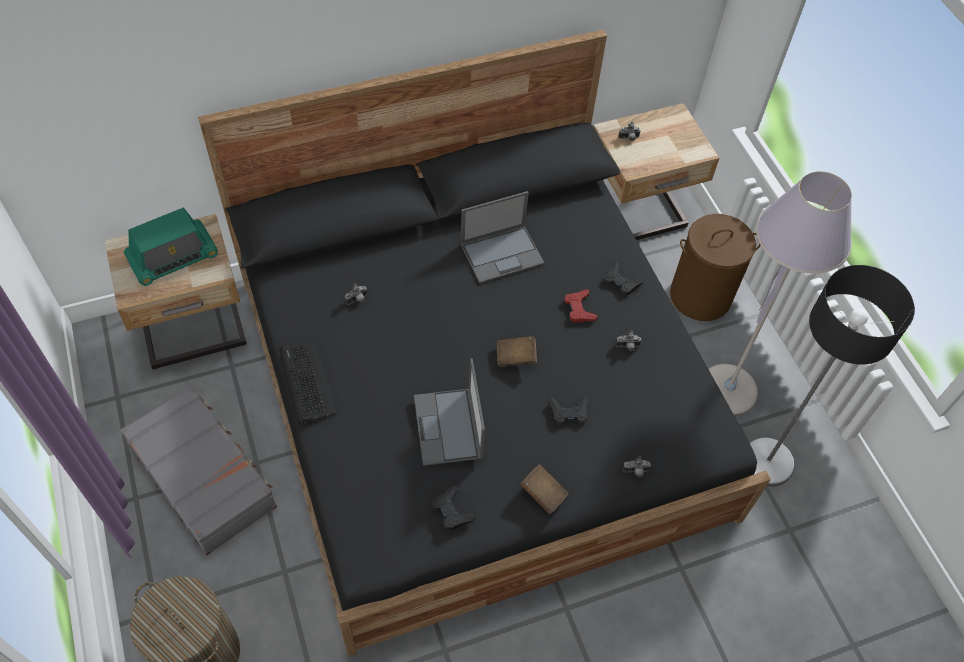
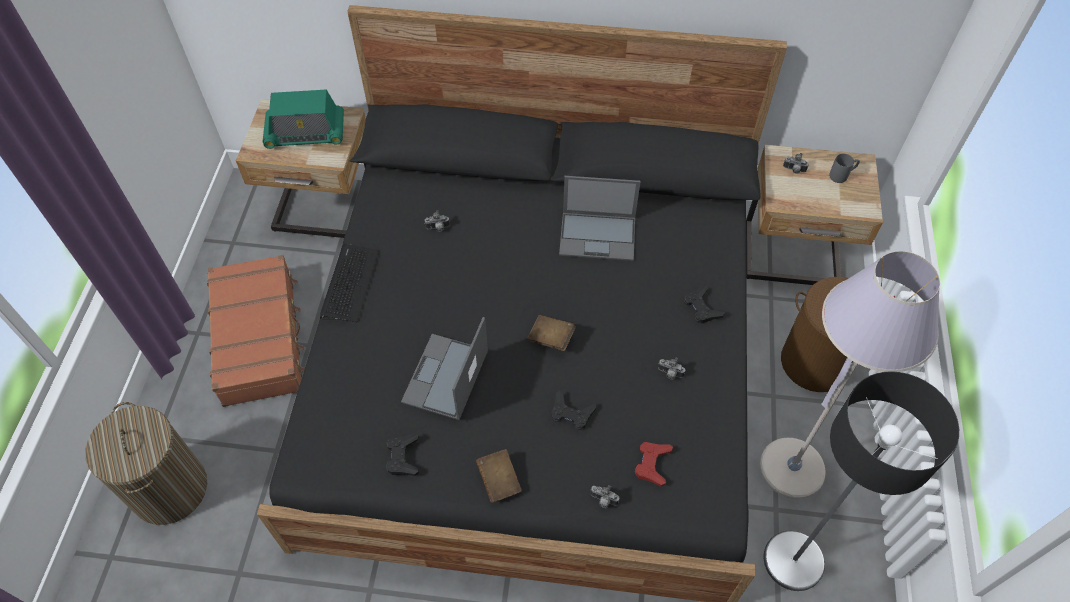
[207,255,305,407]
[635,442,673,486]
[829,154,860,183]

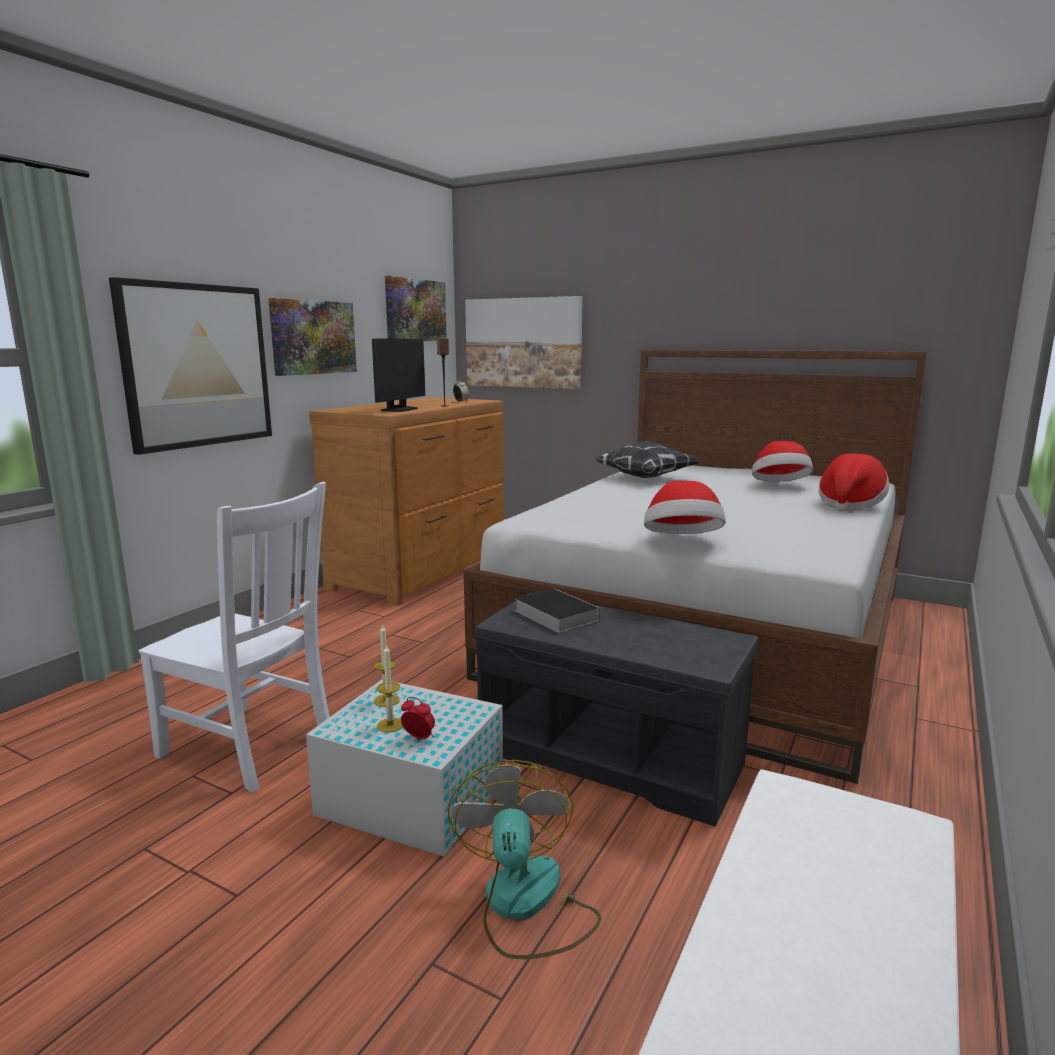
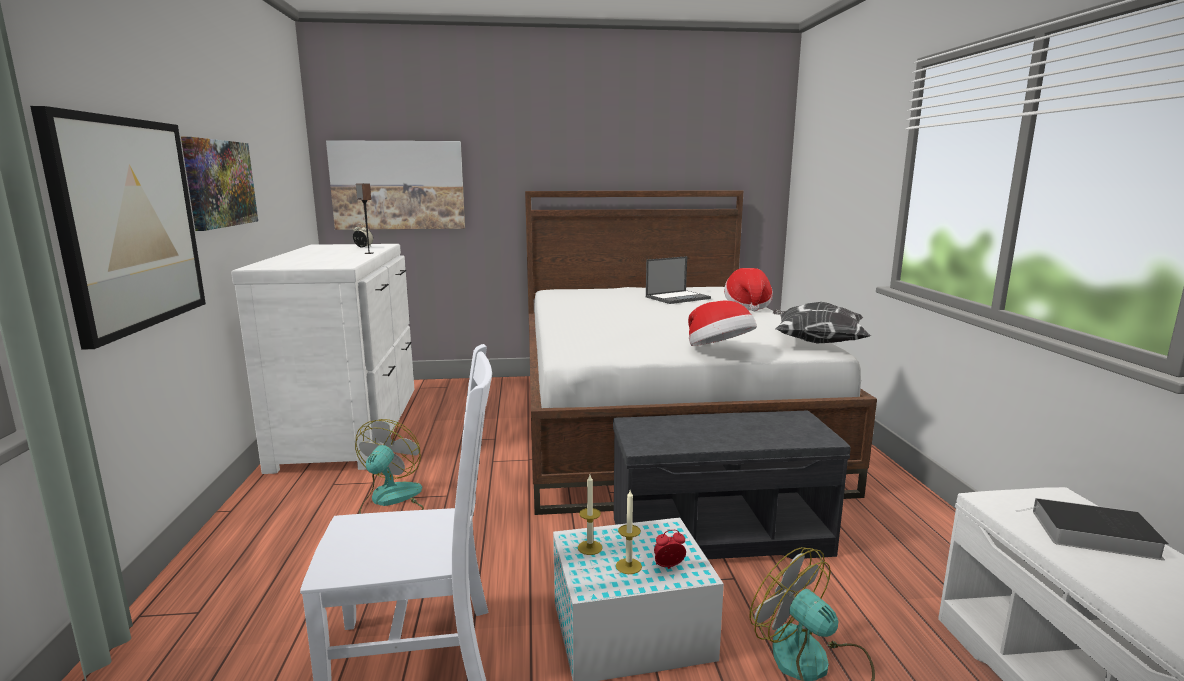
[231,244,414,474]
[355,419,424,514]
[646,256,711,304]
[773,302,871,343]
[1016,498,1169,560]
[372,338,425,412] (first image)
[385,276,447,341] (first image)

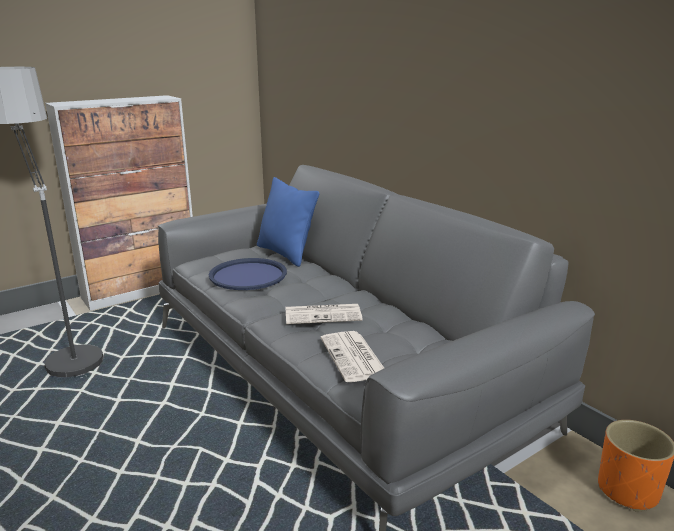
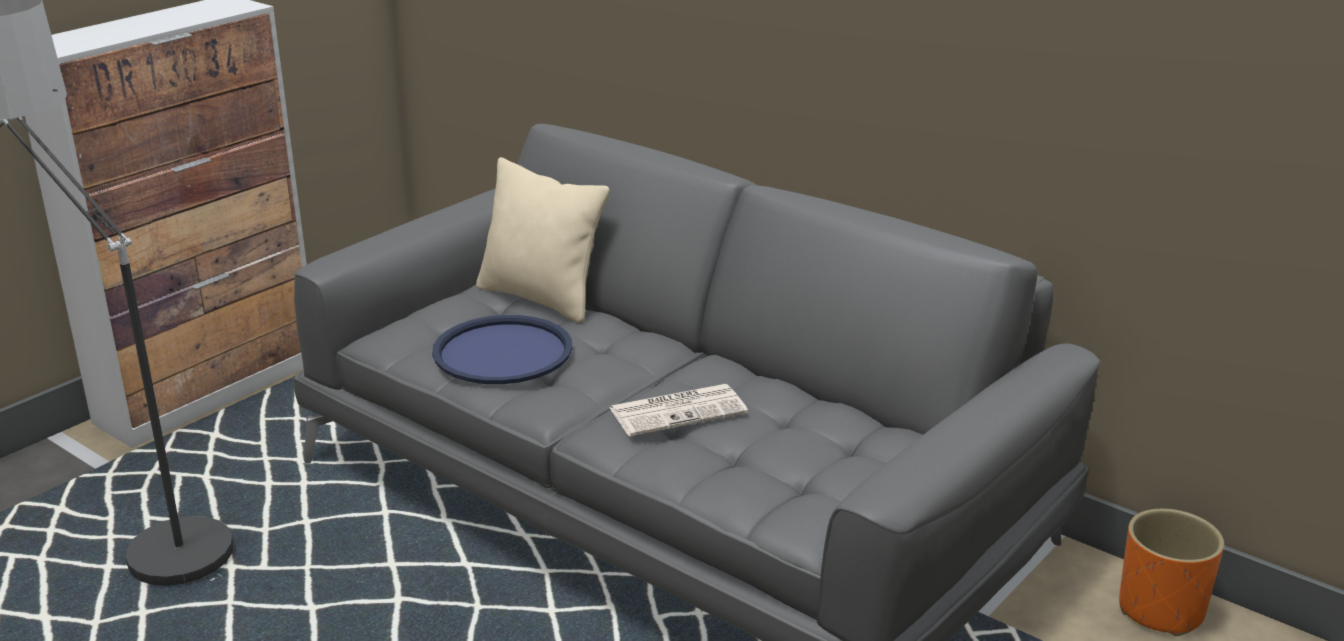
[476,157,609,323]
[321,331,384,382] (first image)

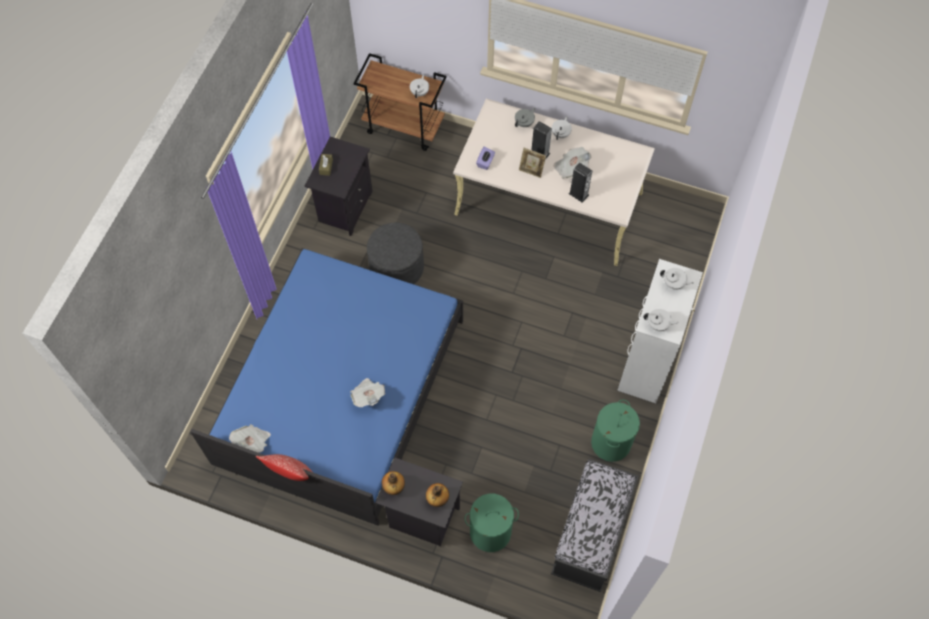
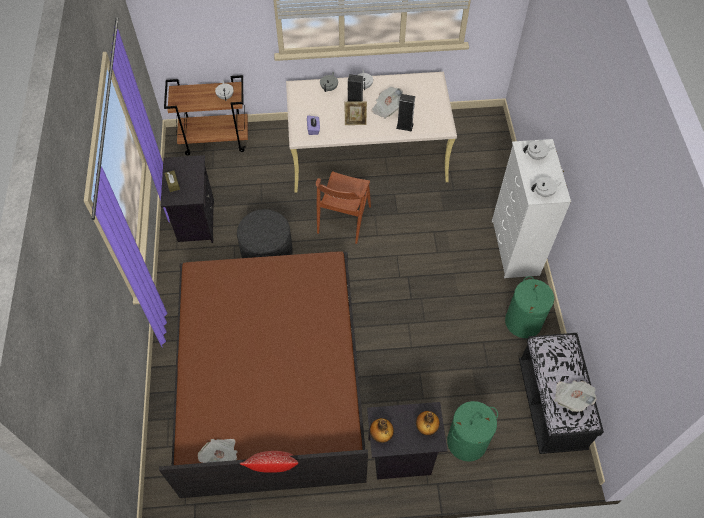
[159,251,368,498]
[316,171,371,244]
[554,381,596,412]

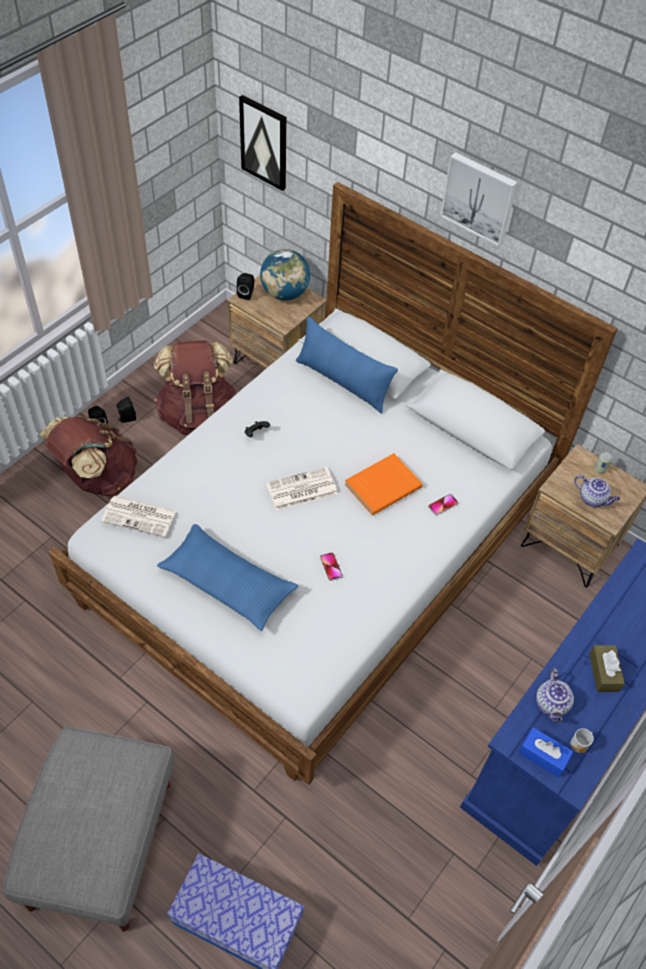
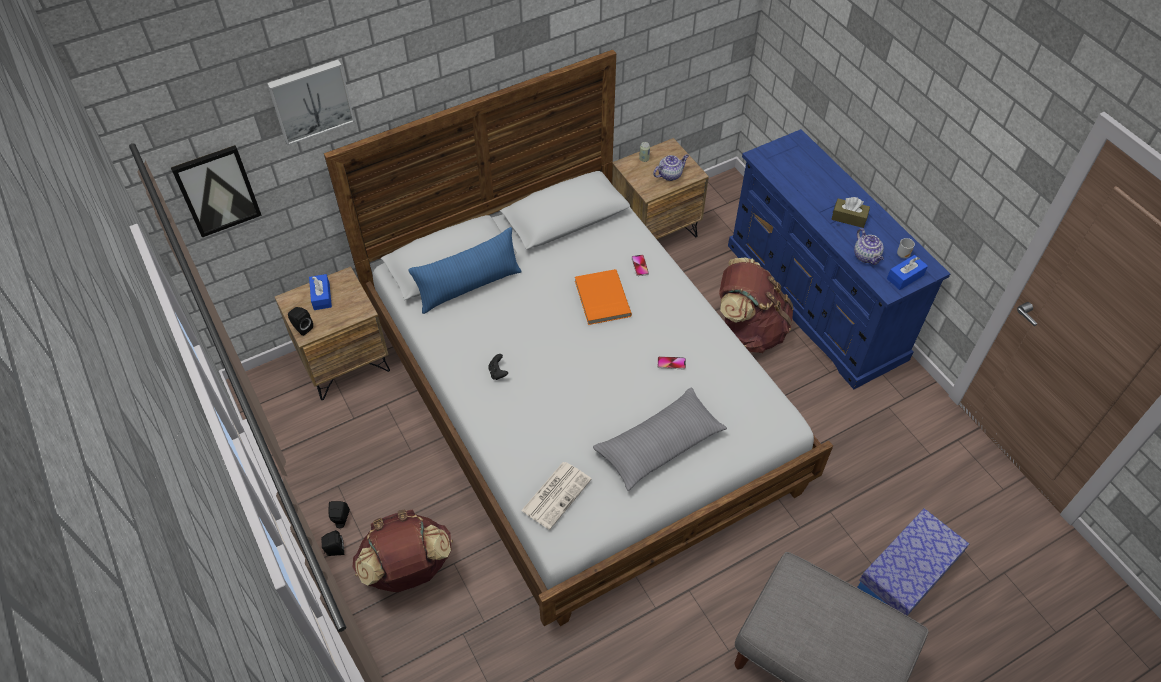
[267,60,355,145]
[309,274,332,310]
[593,387,727,491]
[719,258,794,353]
[854,228,884,265]
[266,467,338,511] (first image)

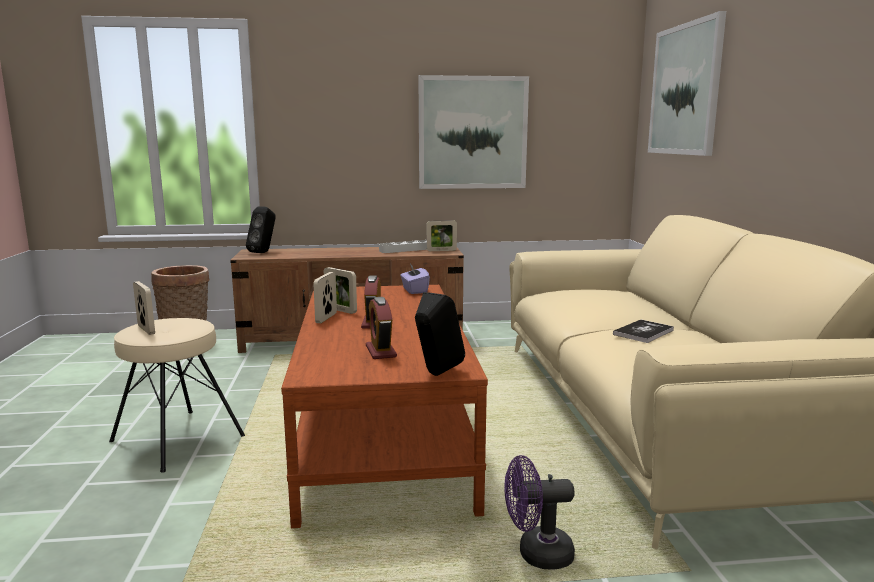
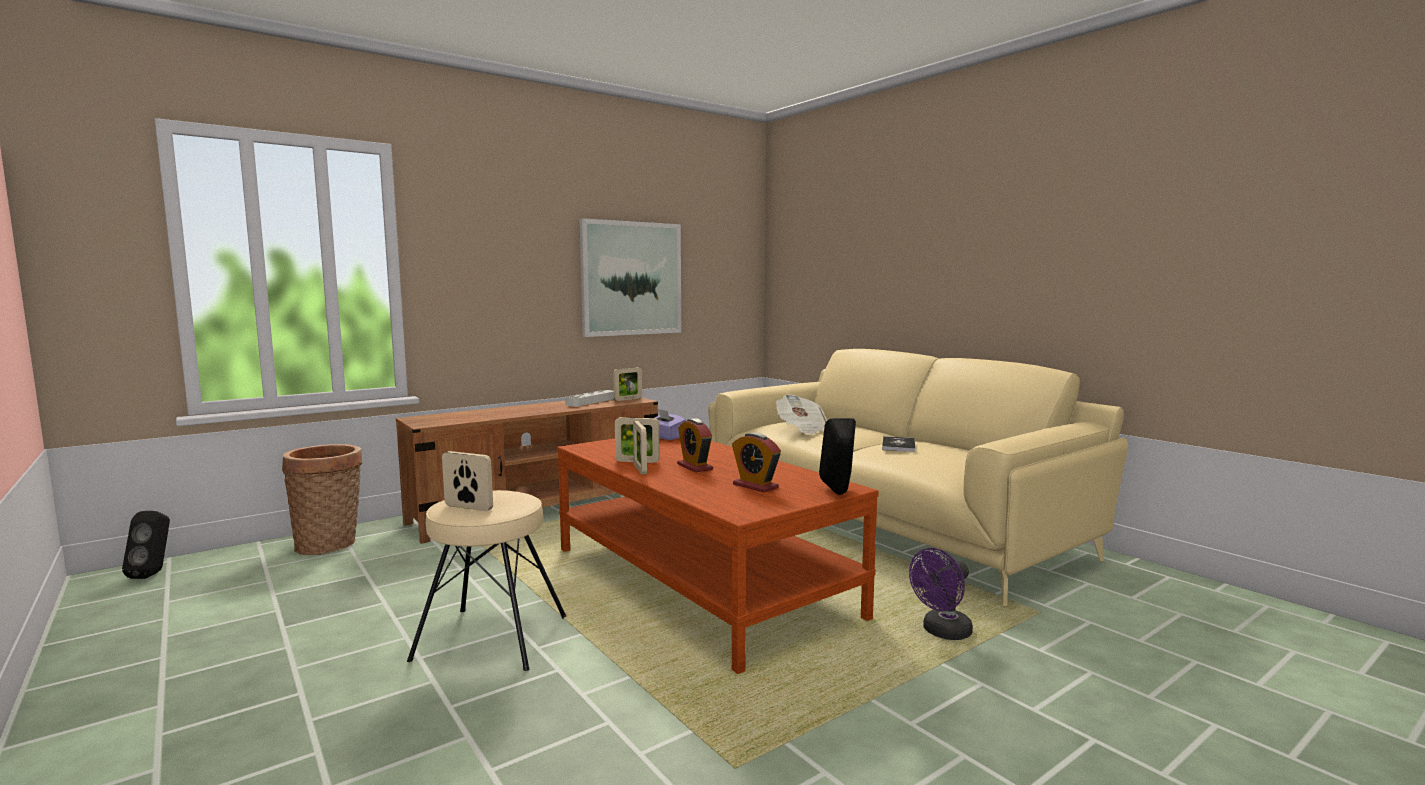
[122,511,170,579]
[776,394,827,435]
[648,11,726,156] (first image)

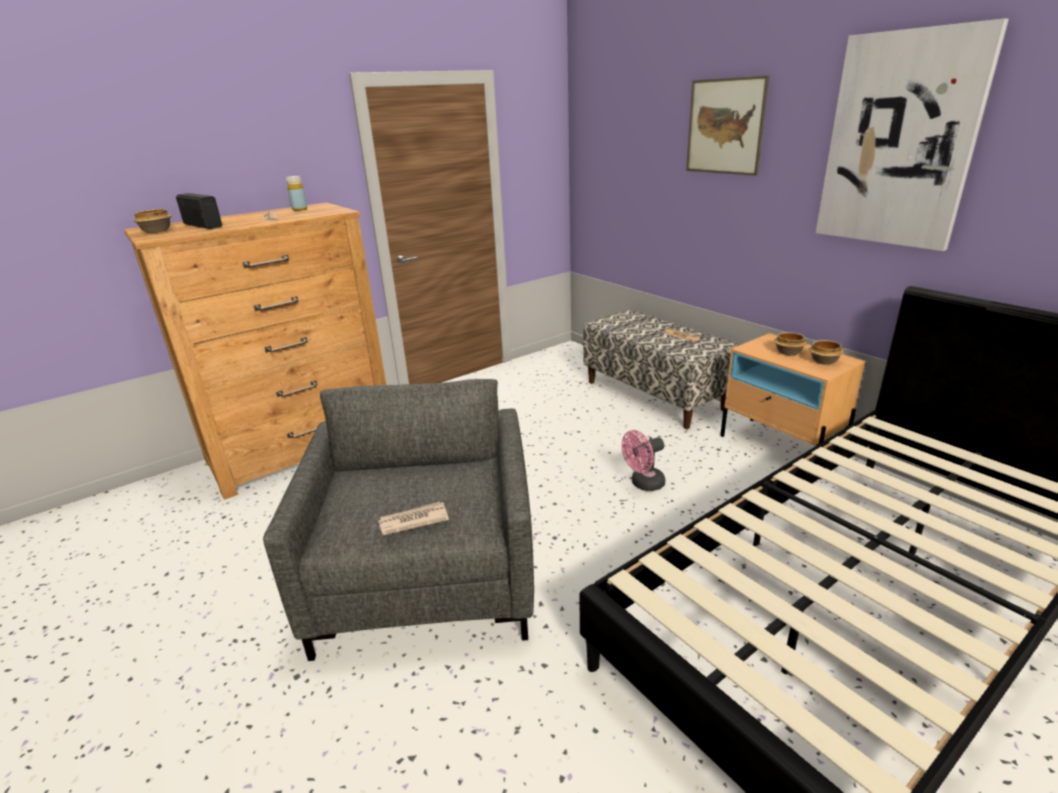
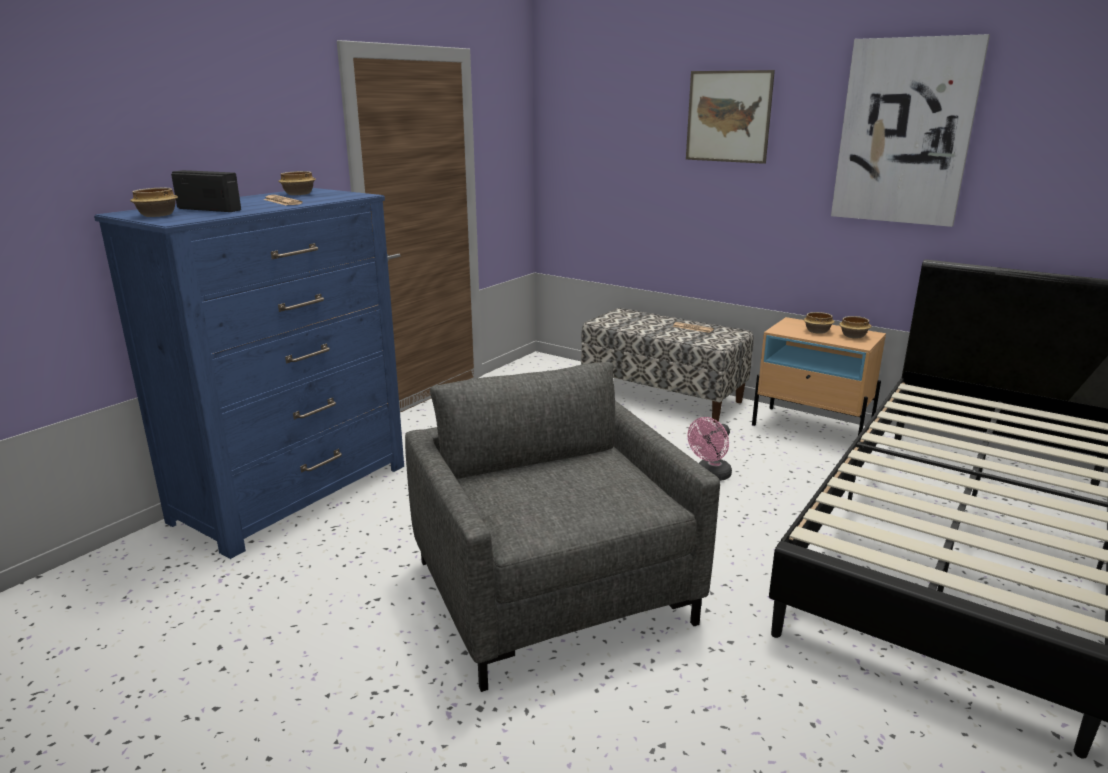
[94,188,404,559]
[278,171,316,195]
[378,502,449,536] (first image)

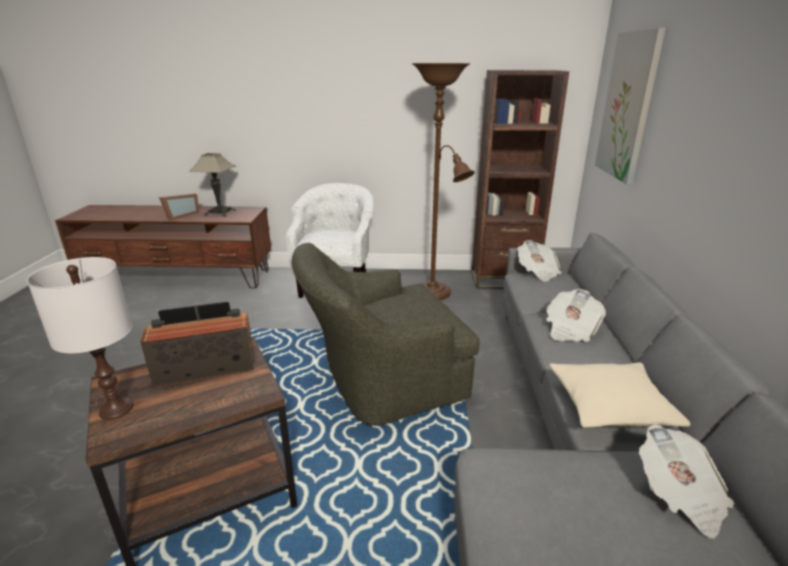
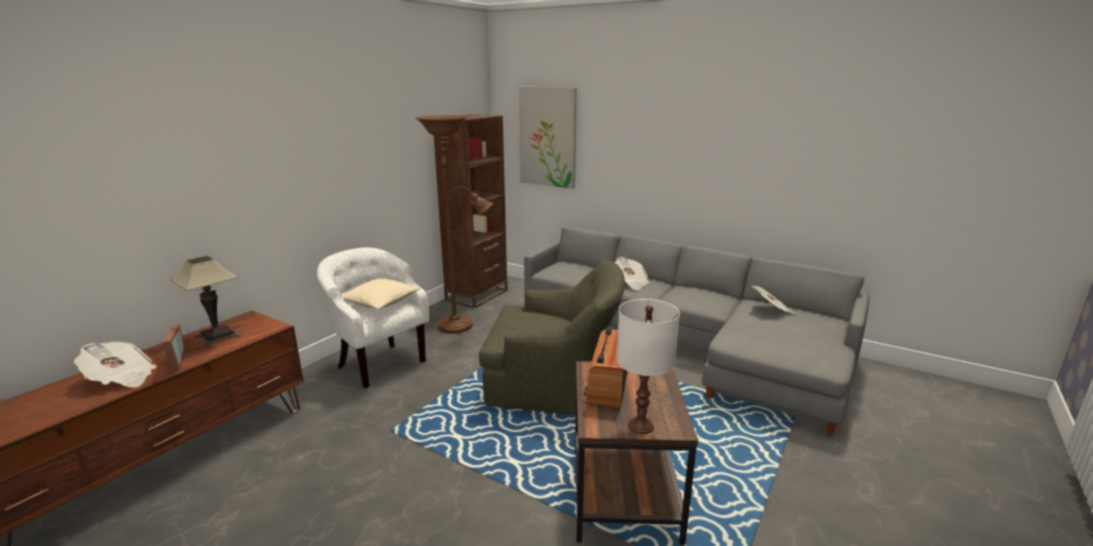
[74,342,157,388]
[342,278,420,309]
[479,261,625,415]

